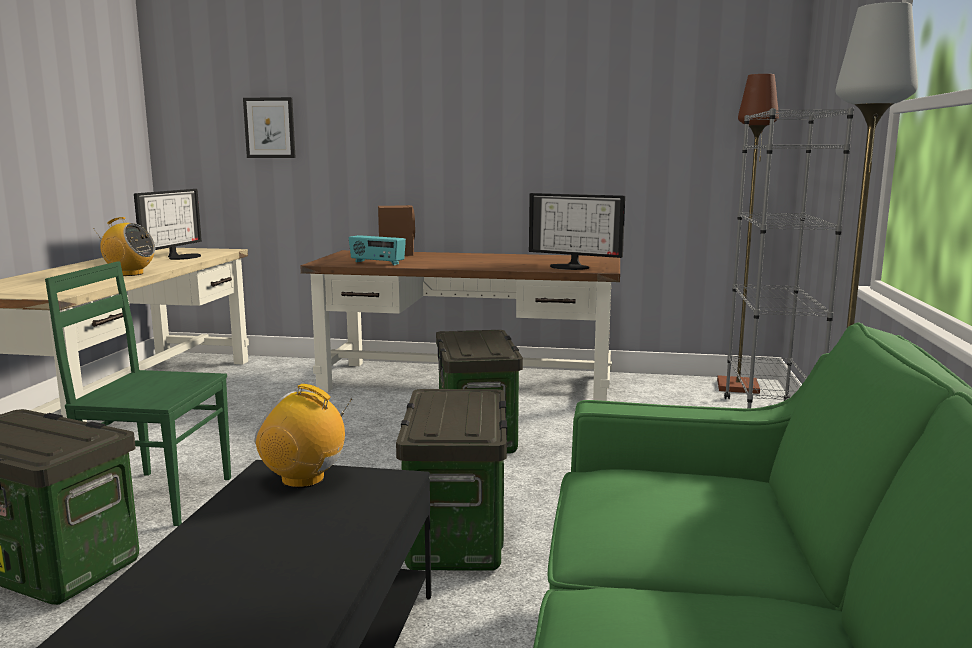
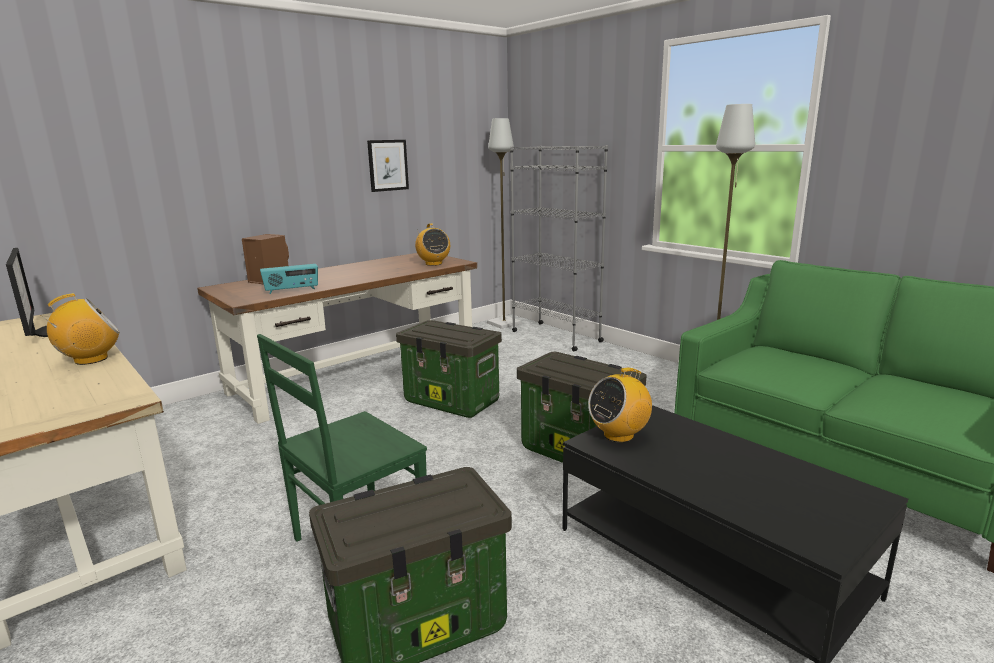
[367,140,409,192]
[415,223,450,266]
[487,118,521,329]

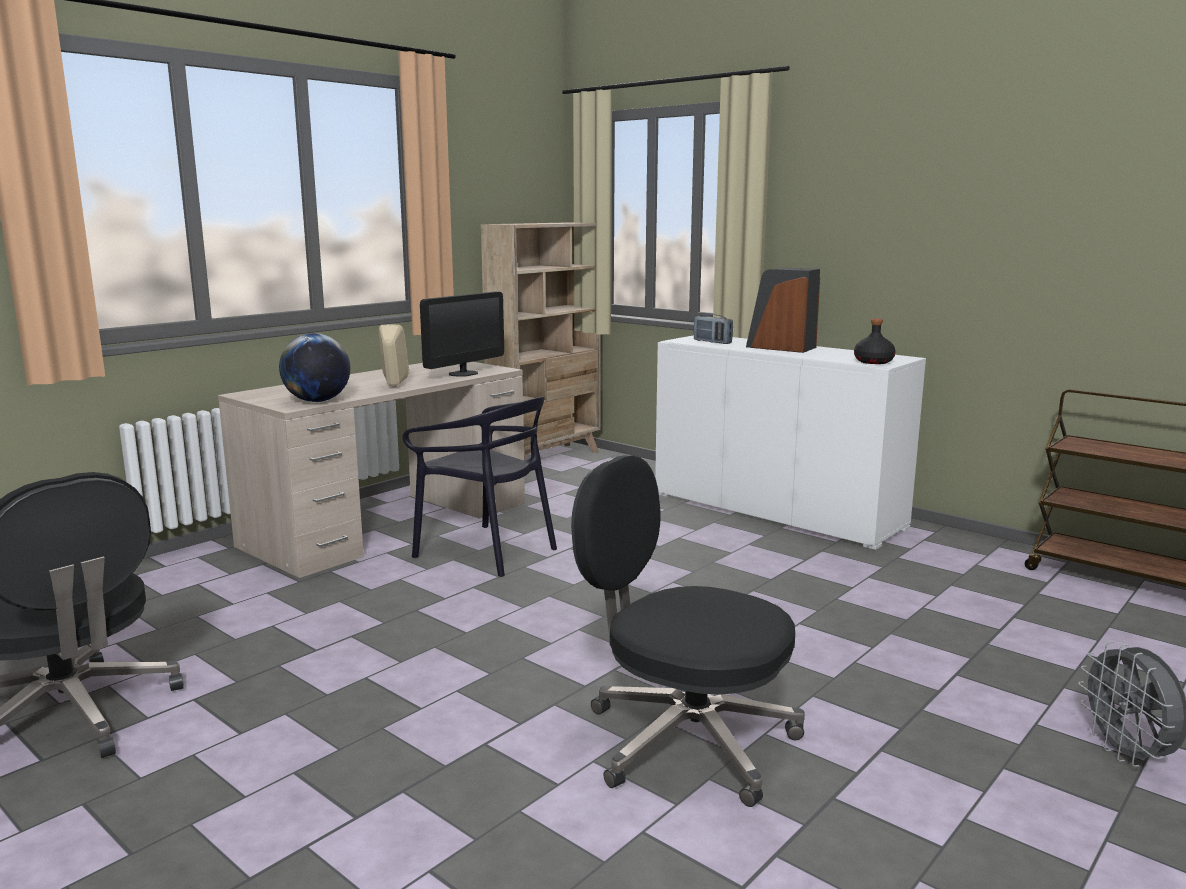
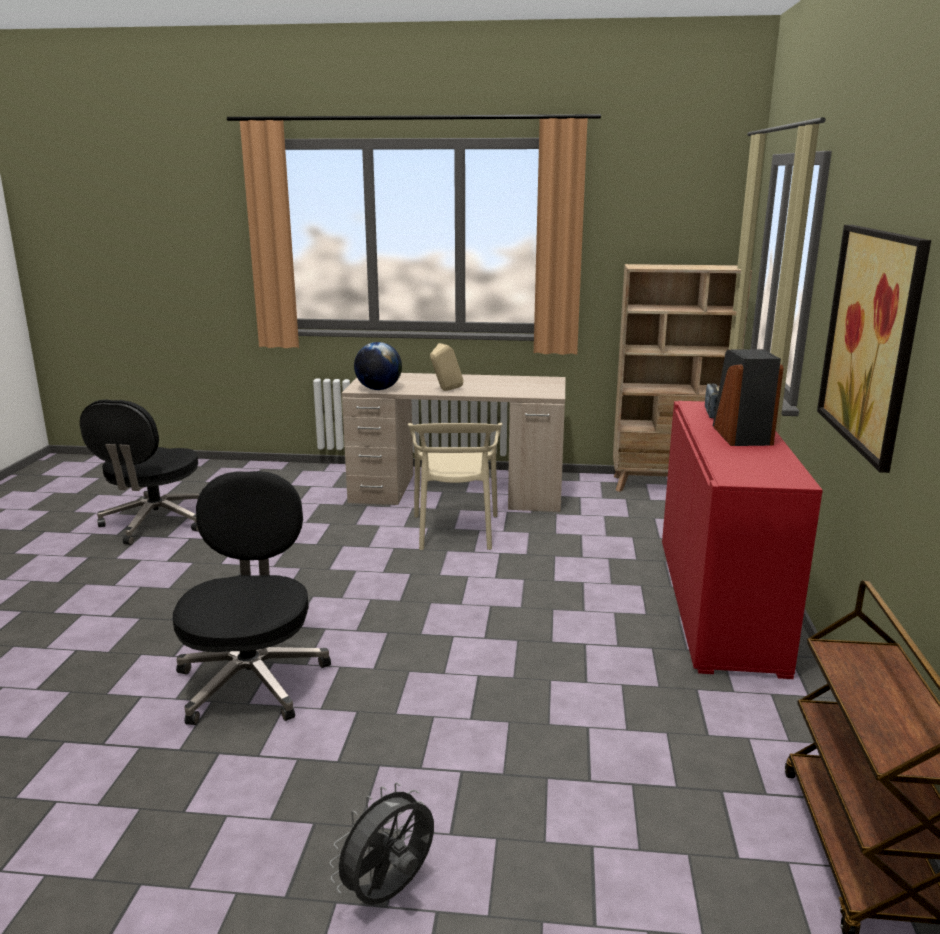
[408,423,503,550]
[662,401,823,679]
[817,225,931,473]
[420,292,504,377] (first image)
[854,319,896,364] (first image)

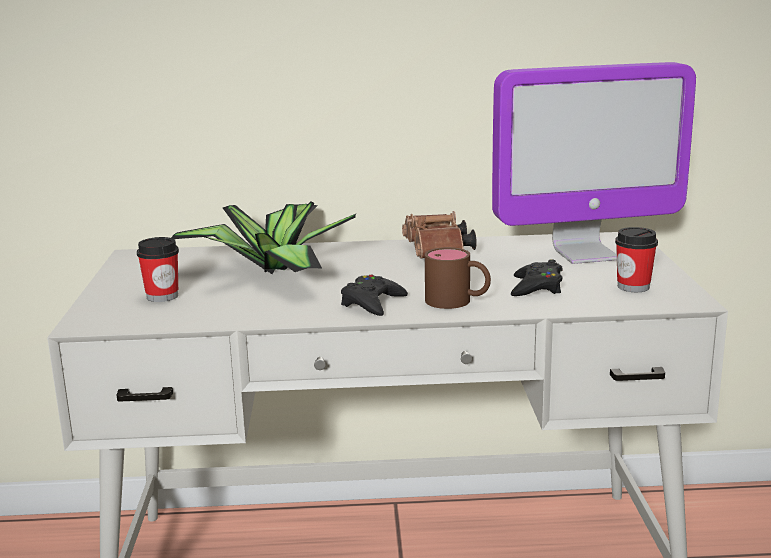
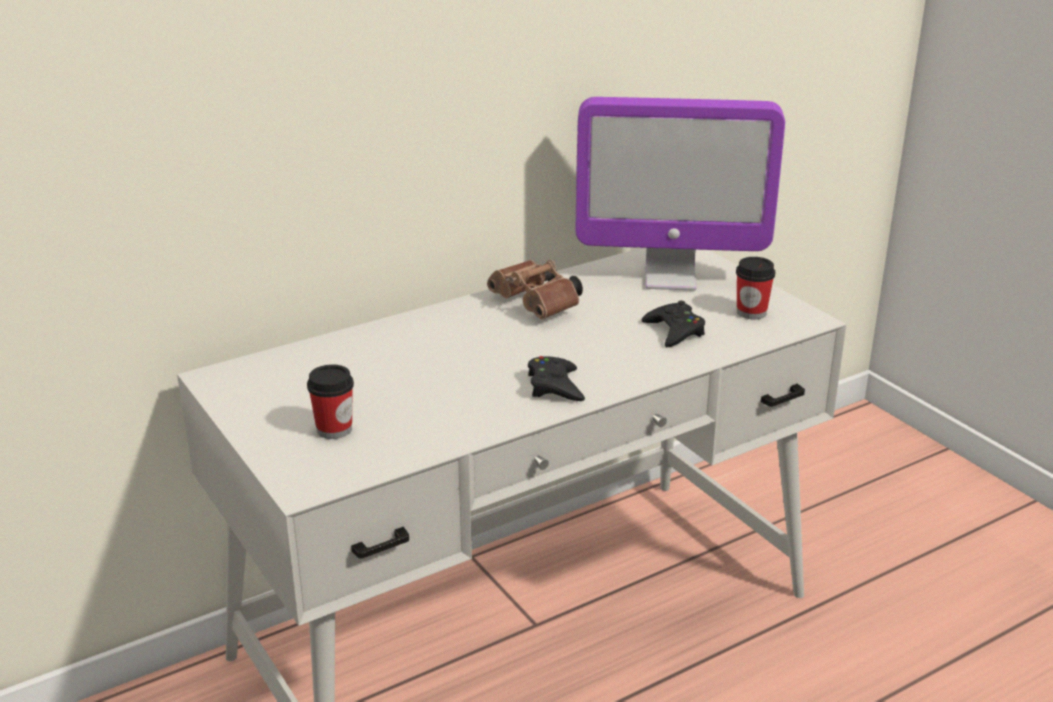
[576,97,785,291]
[171,201,356,274] (first image)
[425,247,491,309] (first image)

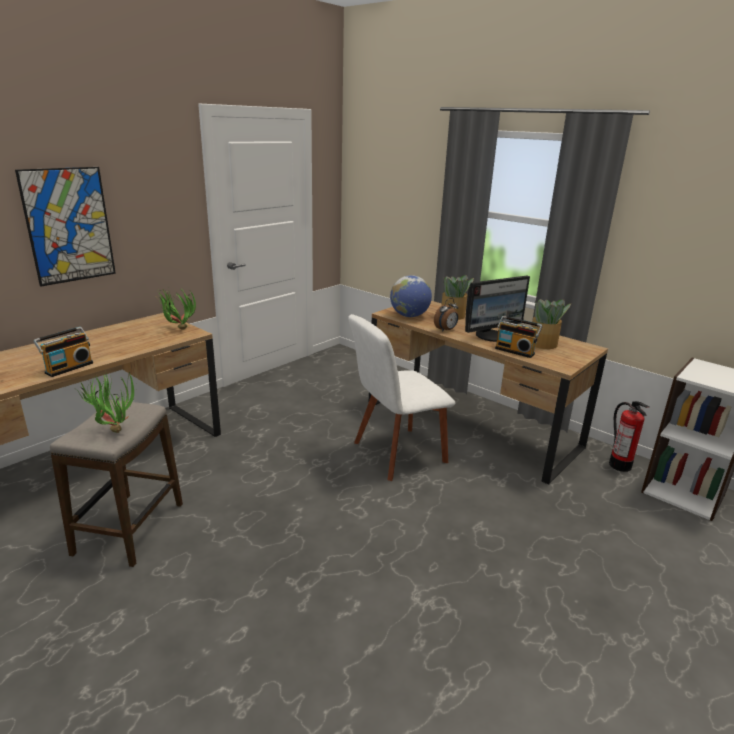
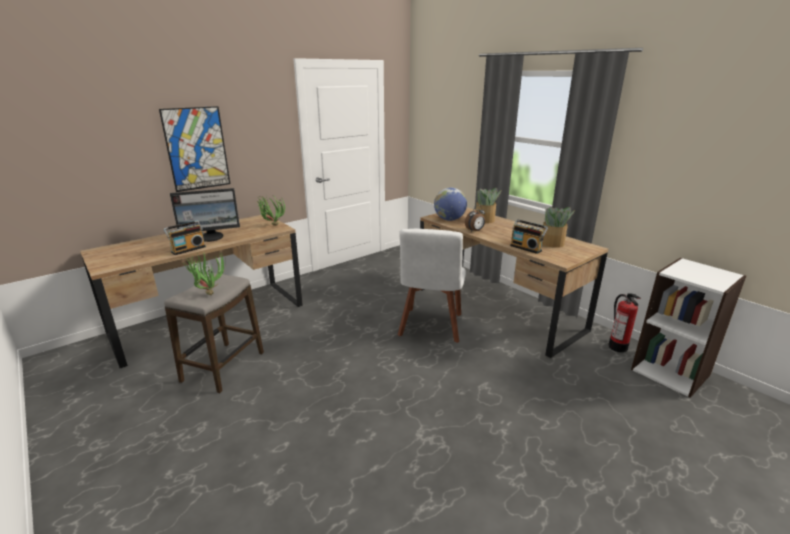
[170,188,240,242]
[398,229,466,343]

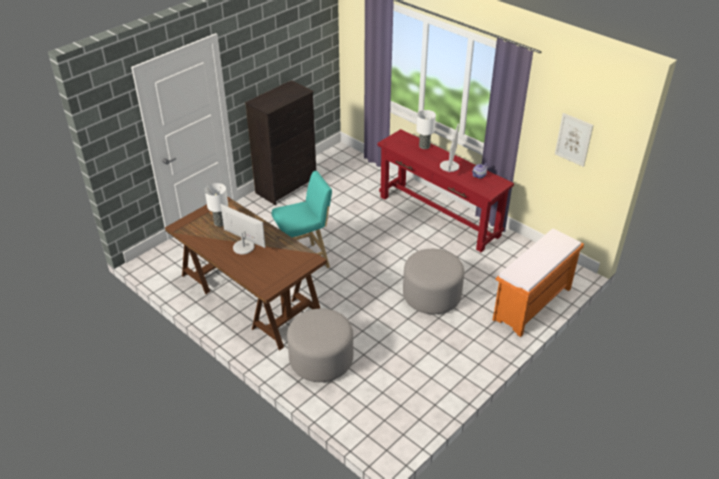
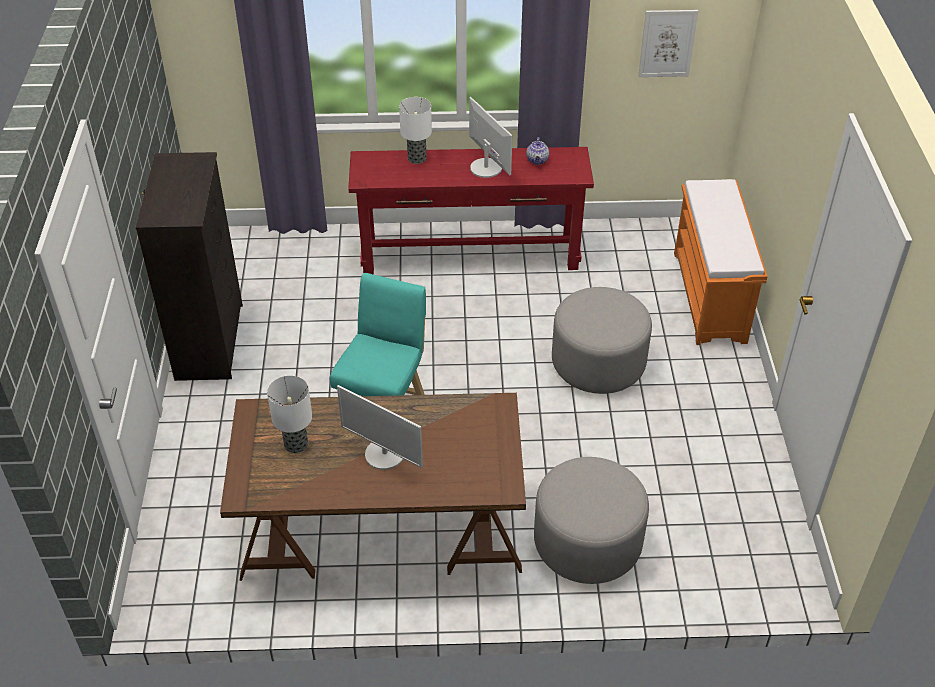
[337,385,423,470]

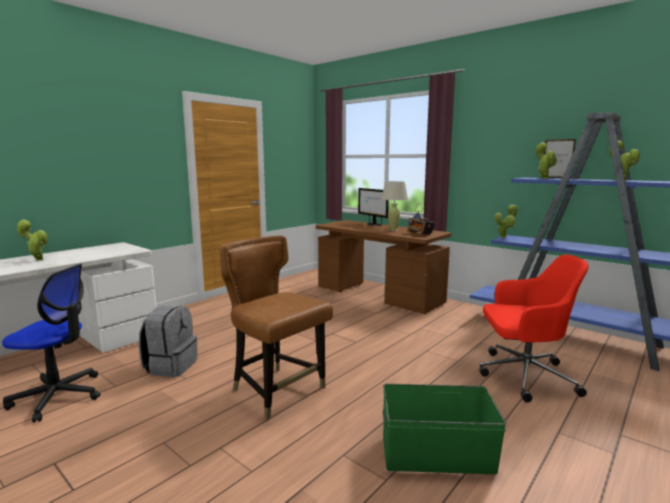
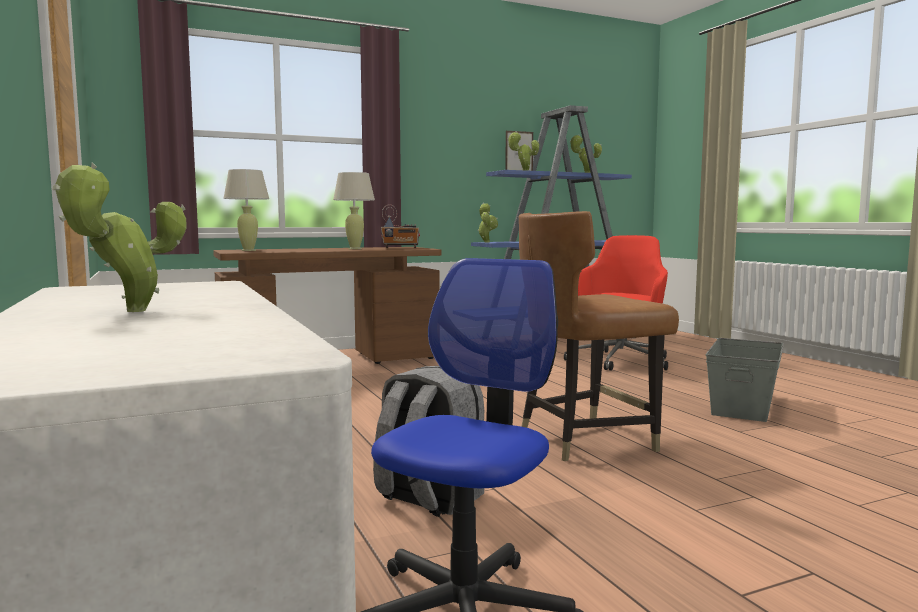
[224,169,269,251]
[705,338,784,422]
[358,188,389,226] (first image)

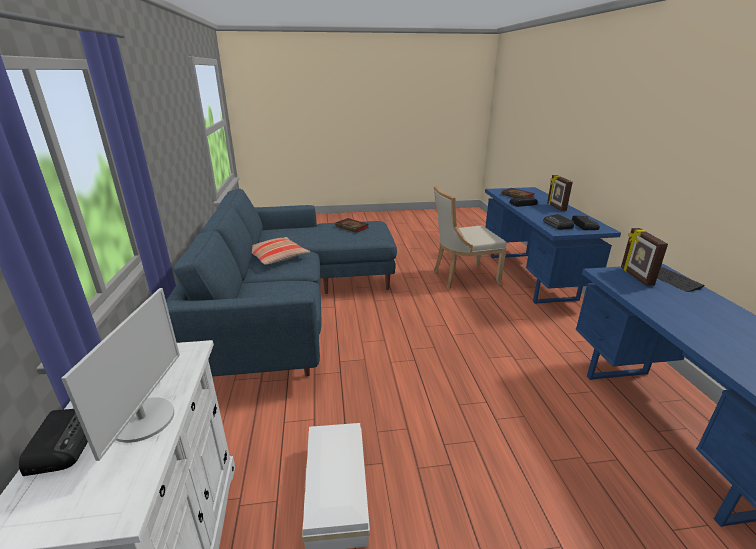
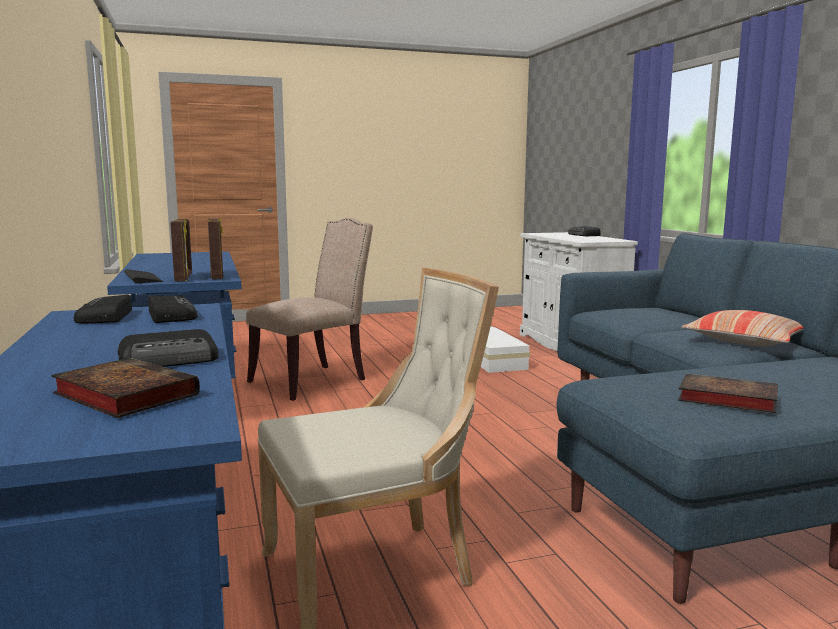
[208,218,223,279]
[246,218,373,401]
[61,288,180,461] (first image)

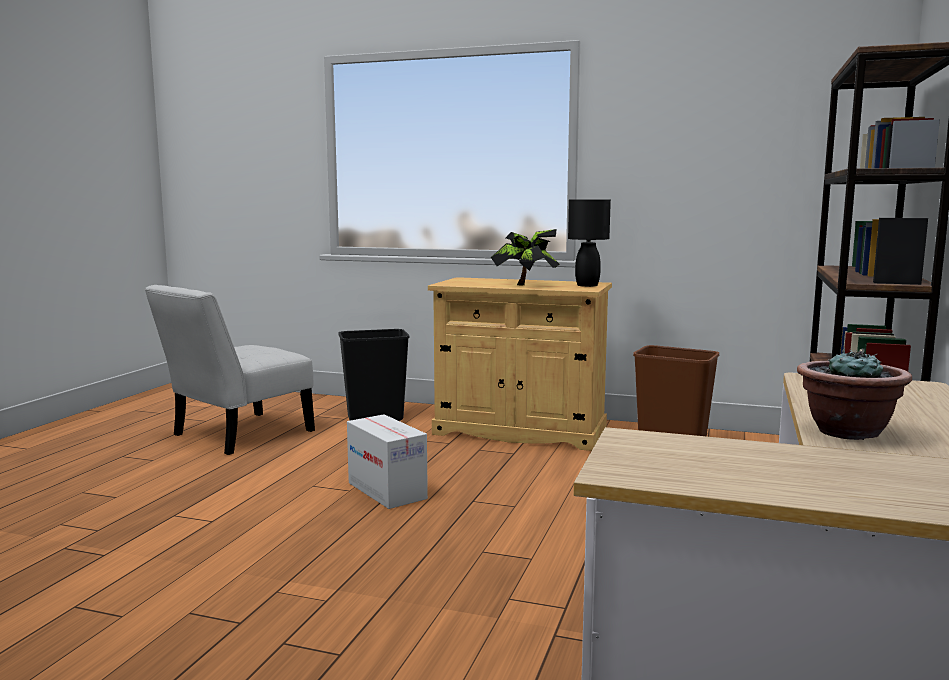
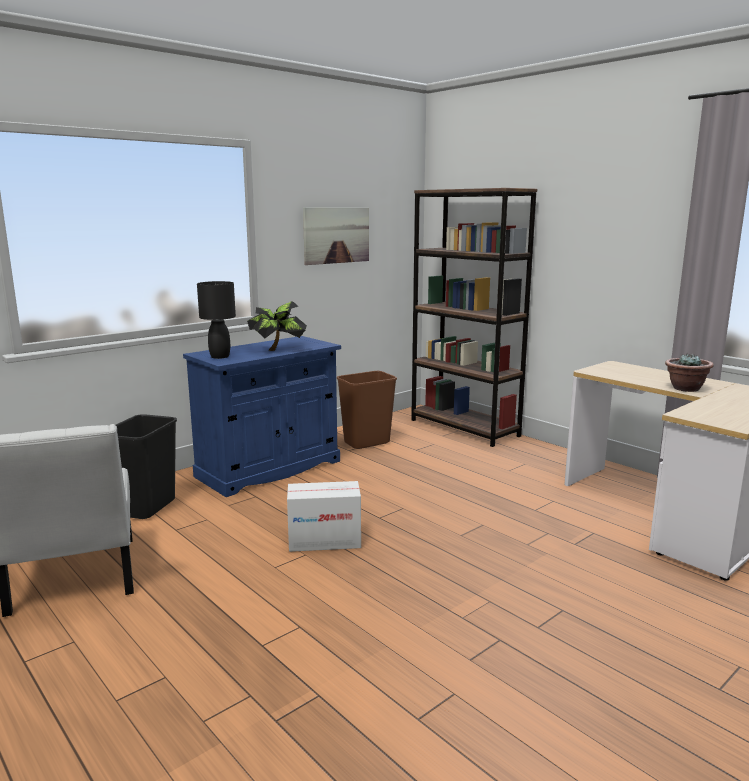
[183,336,341,497]
[197,281,236,359]
[303,207,369,265]

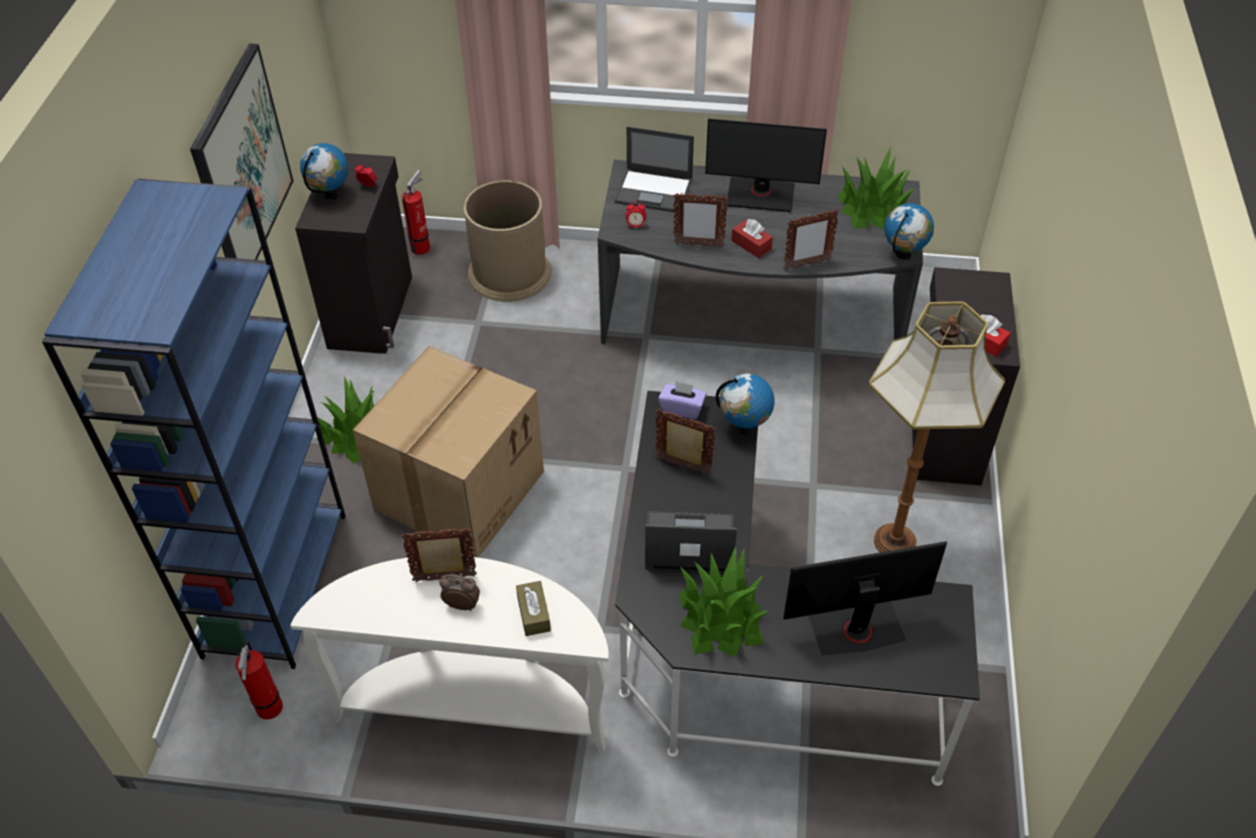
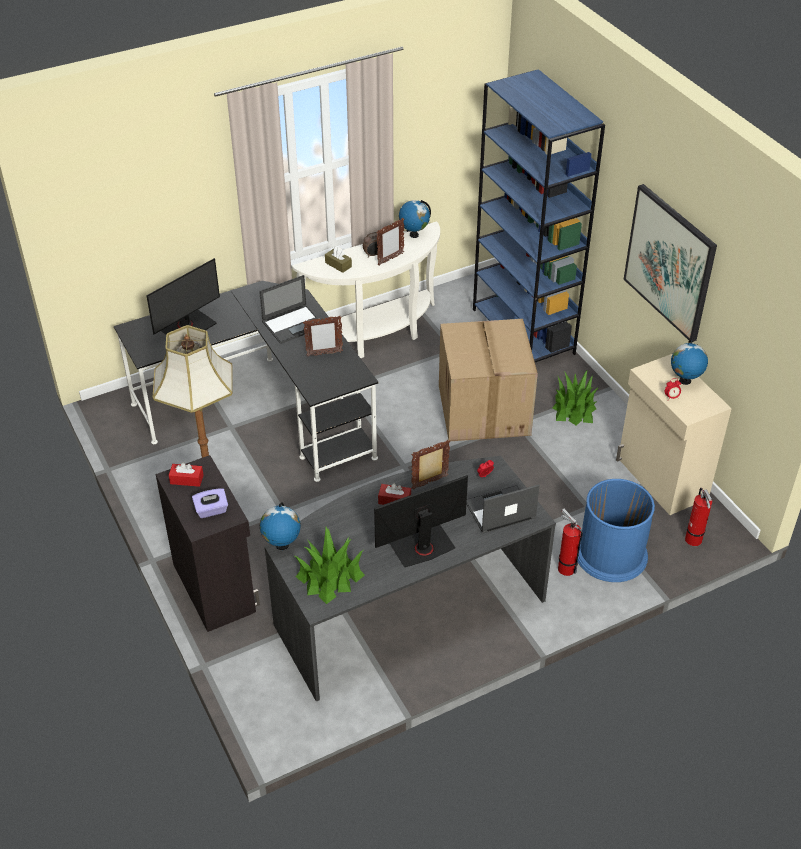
[192,489,228,518]
[399,200,431,238]
[558,509,583,576]
[577,479,655,582]
[616,354,732,515]
[679,547,769,657] (first image)
[784,209,839,270] (first image)

